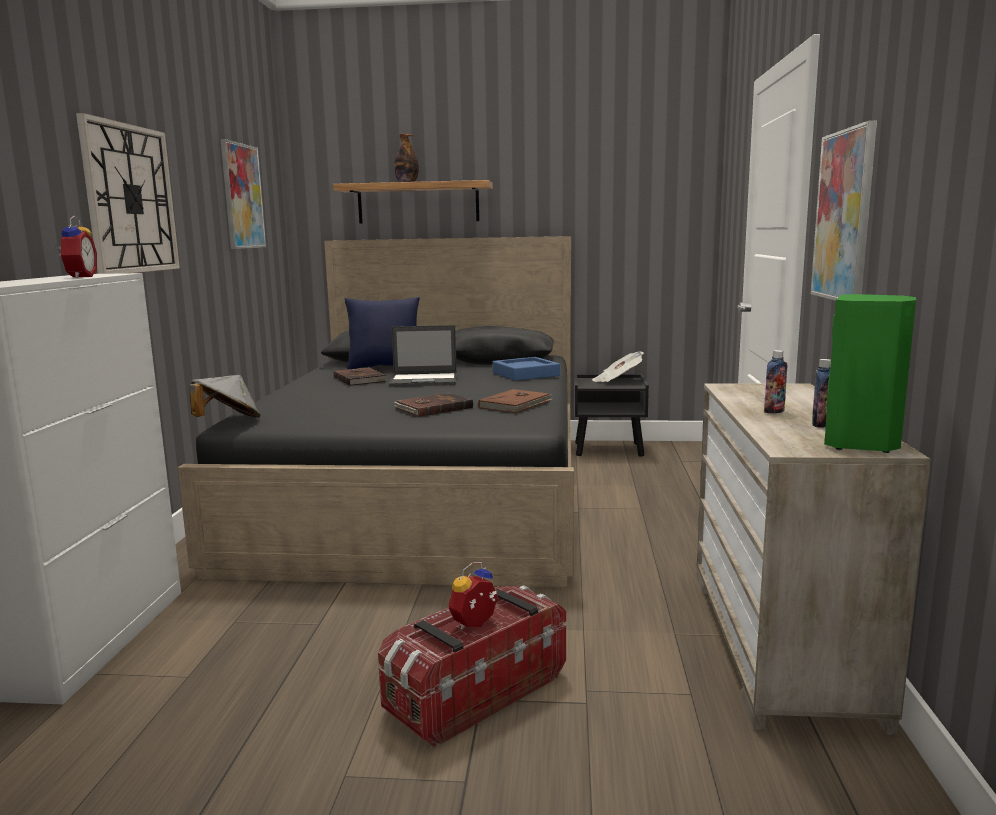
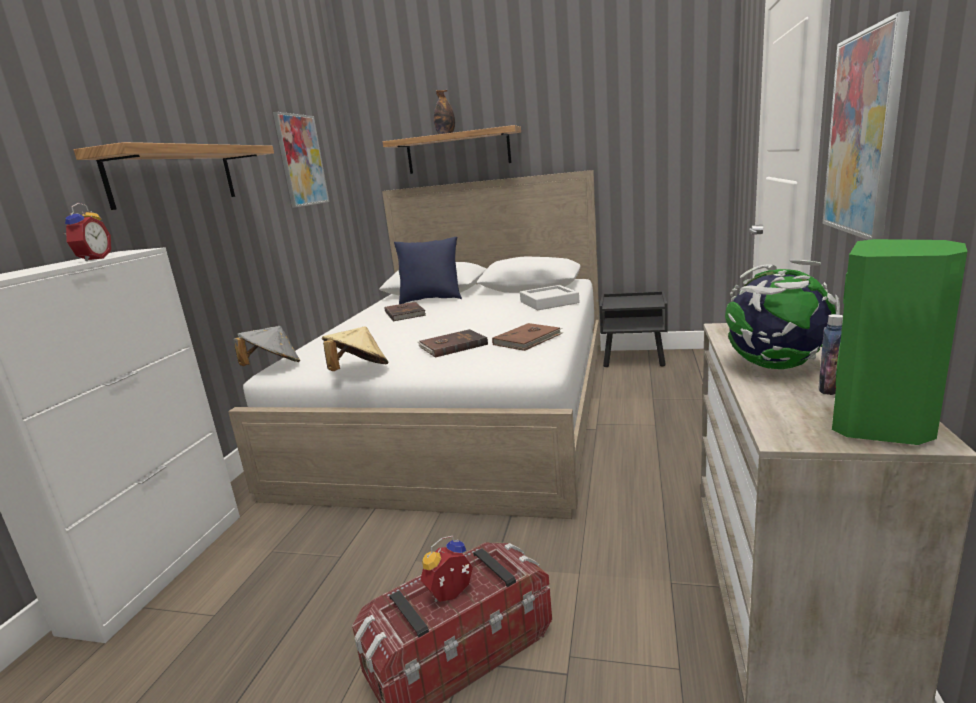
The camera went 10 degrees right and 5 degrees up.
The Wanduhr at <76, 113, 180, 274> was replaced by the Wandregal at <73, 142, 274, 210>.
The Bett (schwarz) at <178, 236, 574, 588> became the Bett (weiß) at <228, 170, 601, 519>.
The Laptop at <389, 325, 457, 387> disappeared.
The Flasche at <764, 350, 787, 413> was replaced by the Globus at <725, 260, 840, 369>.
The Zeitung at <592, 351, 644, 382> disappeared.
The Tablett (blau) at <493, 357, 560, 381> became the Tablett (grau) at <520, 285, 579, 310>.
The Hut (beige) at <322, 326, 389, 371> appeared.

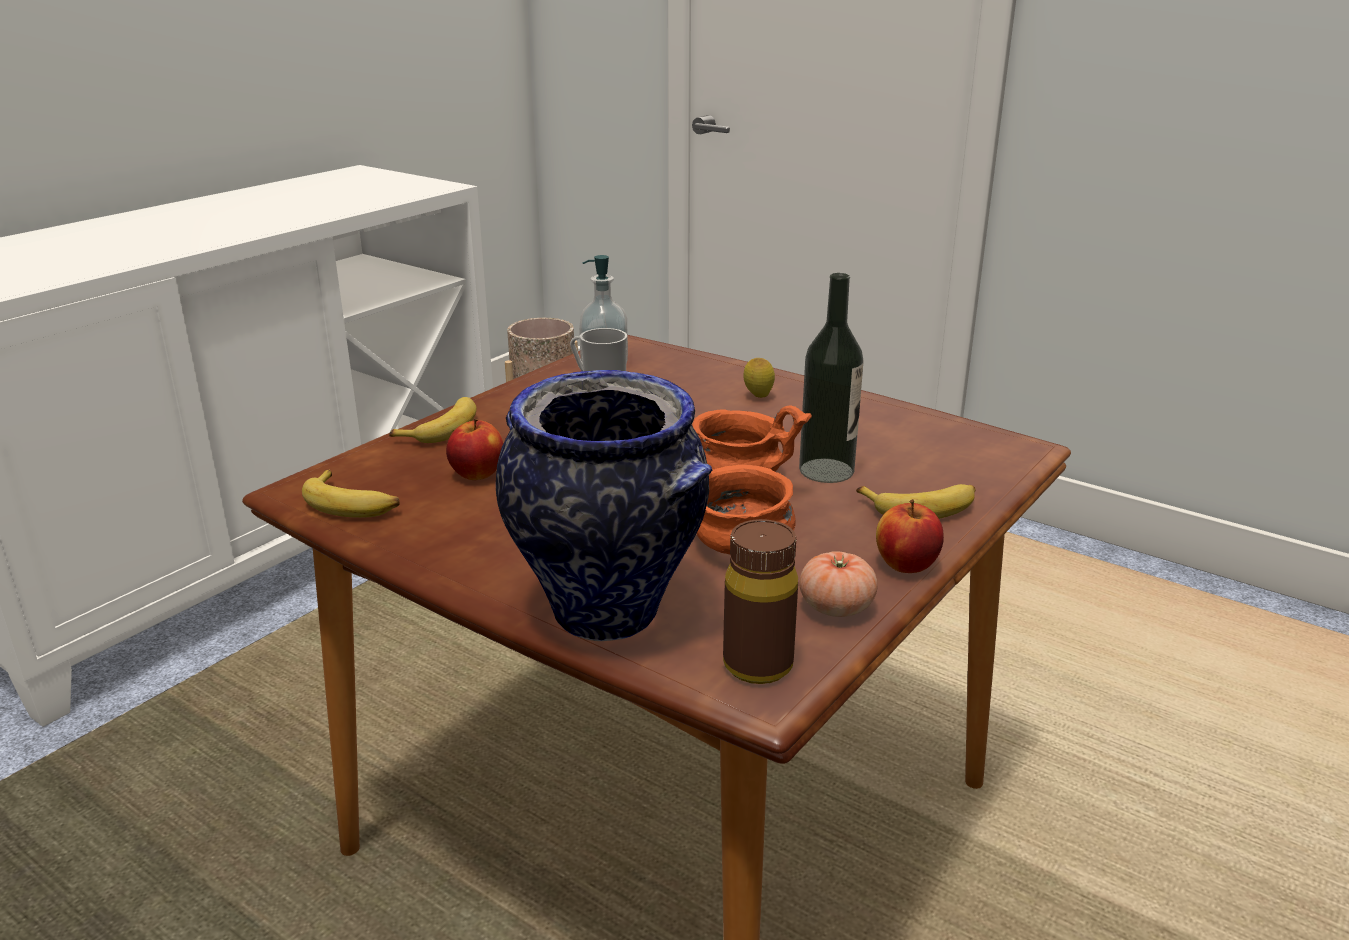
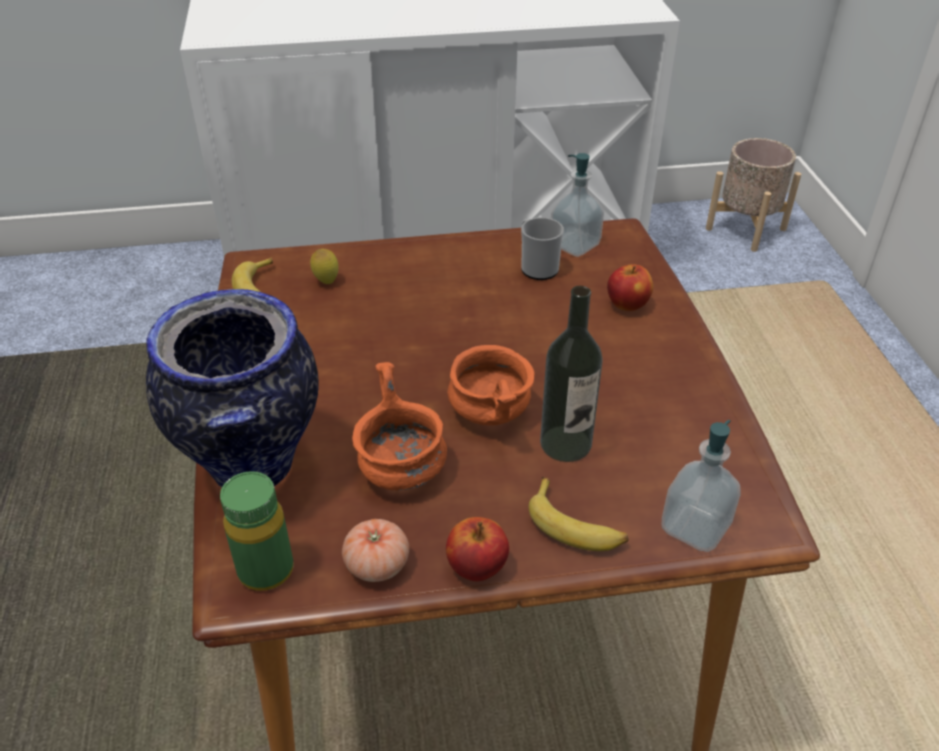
The camera went 45 degrees right and 15 degrees up.
The Zitrone moved from <743, 358, 775, 398> to <310, 249, 339, 284>.
The Banane at <389, 397, 477, 443> disappeared.
The Apfel moved from <446, 418, 503, 480> to <607, 264, 653, 311>.
The Flasche (braun) at <723, 519, 798, 684> became the Flasche (grün) at <220, 471, 294, 591>.
The Seifenspender at <661, 420, 741, 552> appeared.

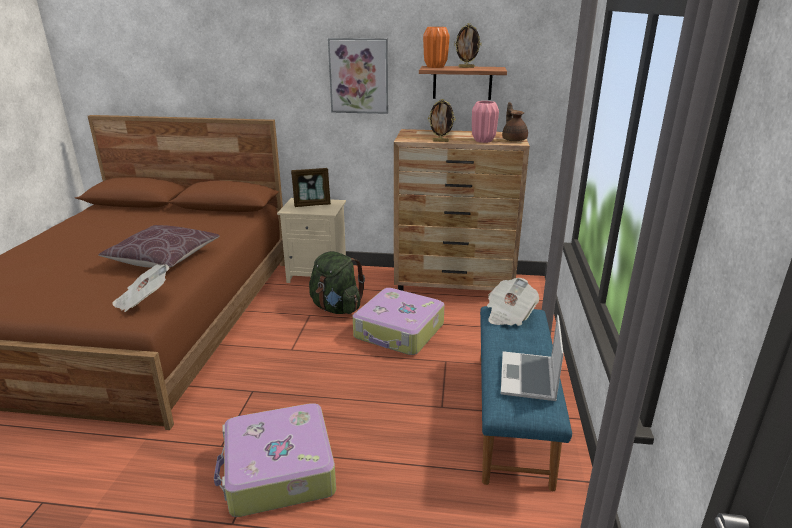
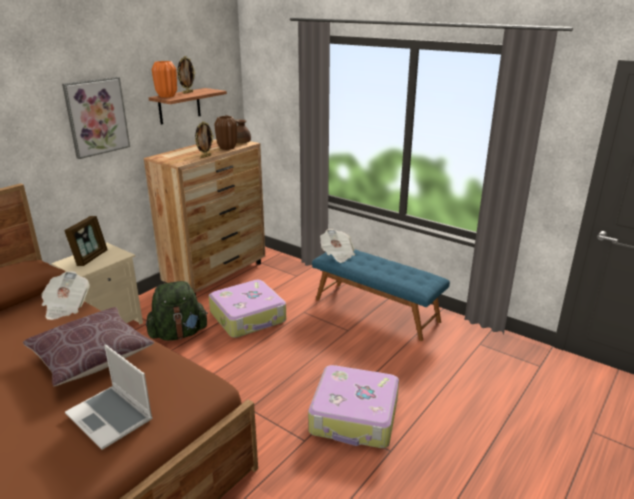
The camera went 60 degrees left and 0 degrees up.
The Vase (rosa) at <472, 101, 499, 143> became the Vase (braun) at <214, 116, 237, 150>.
The Zeitung moved from <112, 264, 170, 312> to <41, 271, 90, 320>.
The Laptop moved from <501, 315, 564, 401> to <65, 344, 153, 450>.

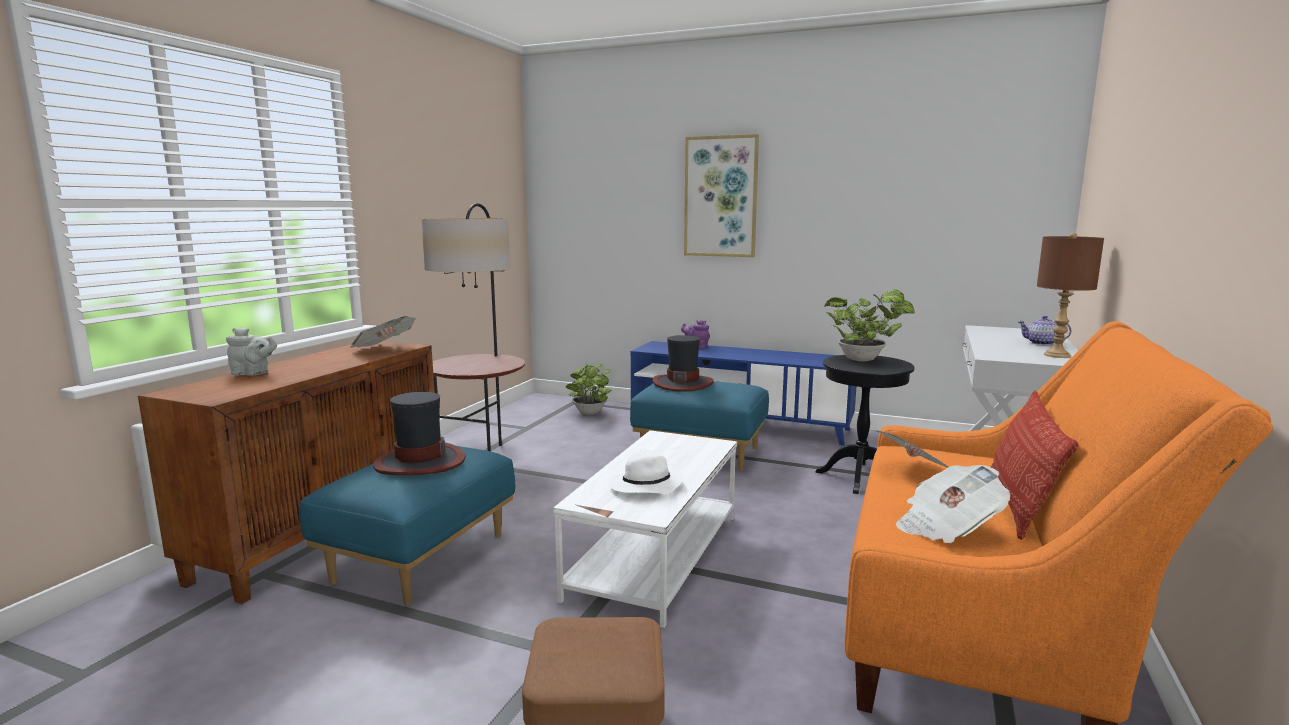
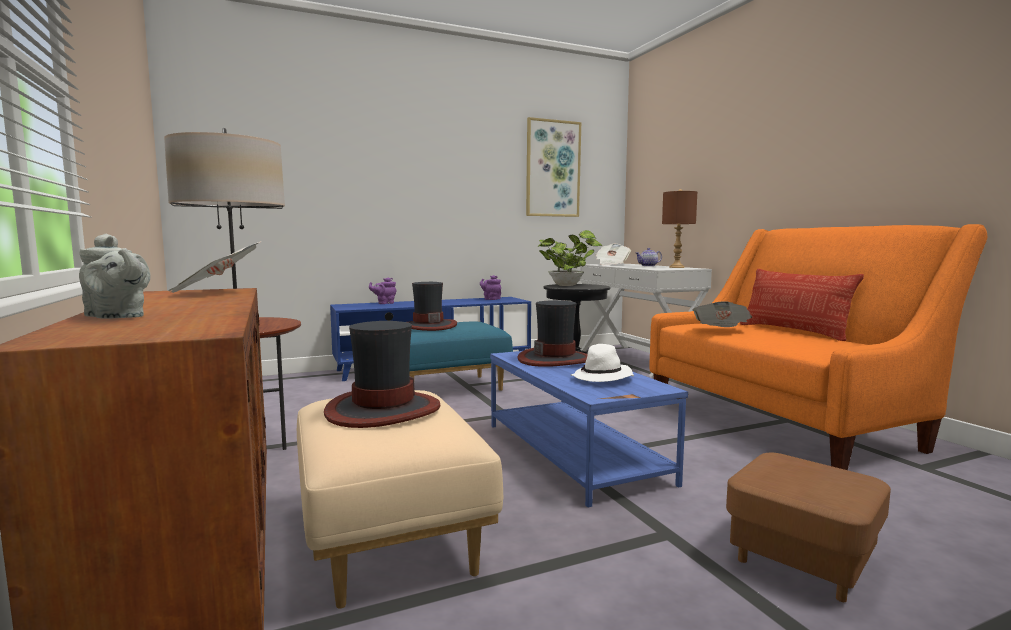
The camera went 45 degrees left and 5 degrees down.
The Bild moved from <684, 134, 759, 257> to <526, 117, 581, 217>.
The Teekanne (grau) at <226, 327, 277, 376> turned 75 degrees clockwise.
The Topfpflanze at <566, 363, 612, 415> disappeared.
The Couchtisch (weiß) at <553, 430, 737, 628> became the Couchtisch (blau) at <490, 351, 688, 507>.
The Polsterhocker (blau) at <300, 446, 516, 605> became the Polsterhocker (beige) at <297, 390, 503, 609>.
The Zeitung moved from <896, 465, 1010, 543> to <595, 244, 631, 265>.
The Teekanne (lila) at <480, 275, 501, 300> appeared.
The Hut at <518, 300, 588, 367> appeared.

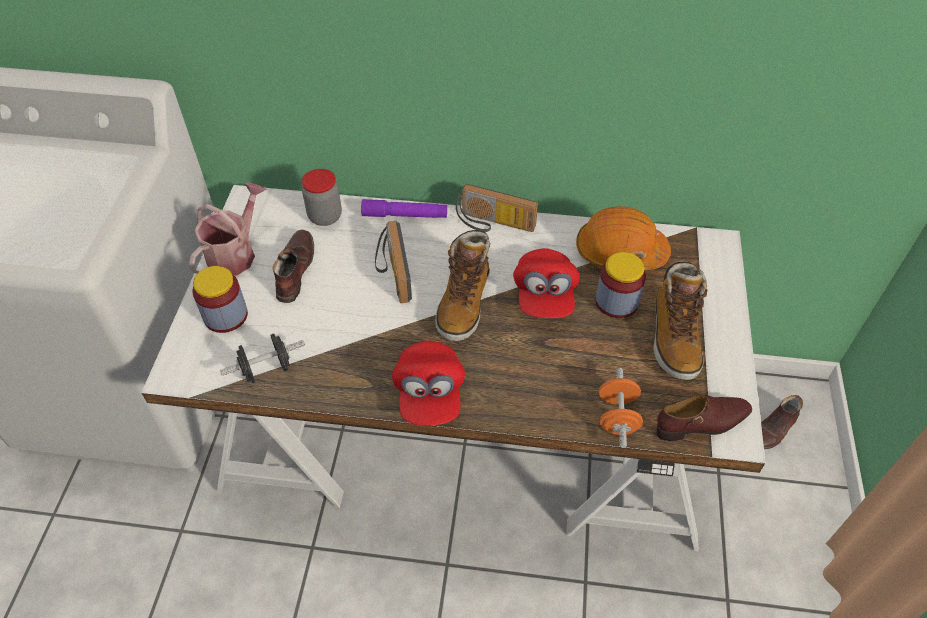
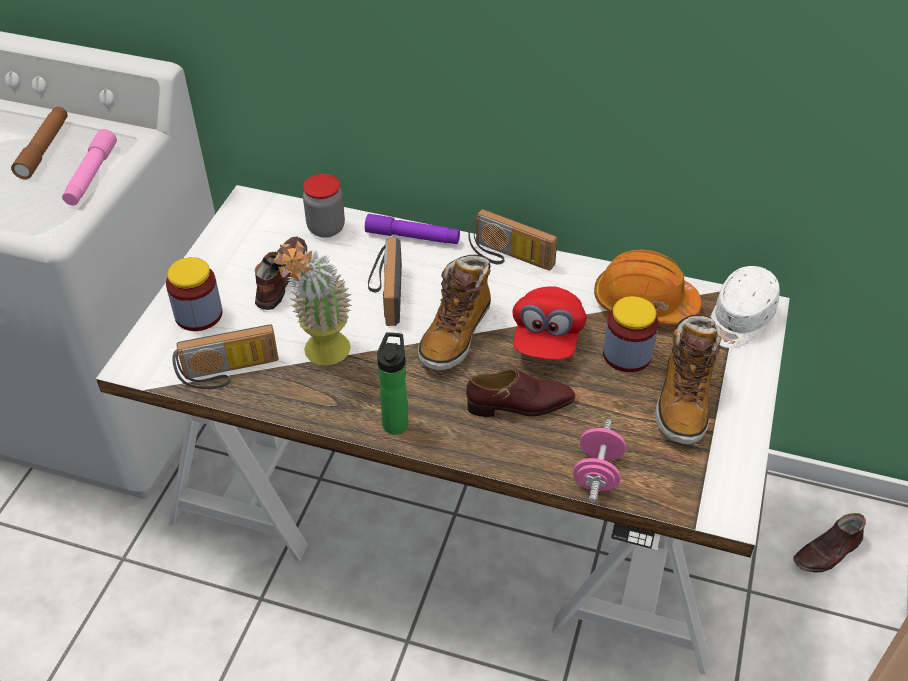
The camera went 10 degrees right and 5 degrees down.
The Gießkanne at <189, 182, 266, 276> disappeared.
The Hantel (schwarz) at <220, 334, 305, 383> was replaced by the Radio at <172, 324, 279, 389>.
The Kappe (rot) at <392, 340, 465, 426> was replaced by the Flasche at <377, 332, 408, 435>.
The Hantel (orange) at <599, 368, 643, 448> became the Hantel (rosa) at <573, 419, 626, 502>.
The Schuh (braun) moved from <657, 395, 752, 441> to <466, 369, 575, 417>.
The Taschenlampe (braun) at <11, 106, 68, 180> appeared.
The Taschenlampe (rosa) at <62, 129, 117, 205> appeared.
The Topfpflanze at <273, 240, 352, 366> appeared.
The Kappe (weiß) at <710, 266, 780, 348> appeared.

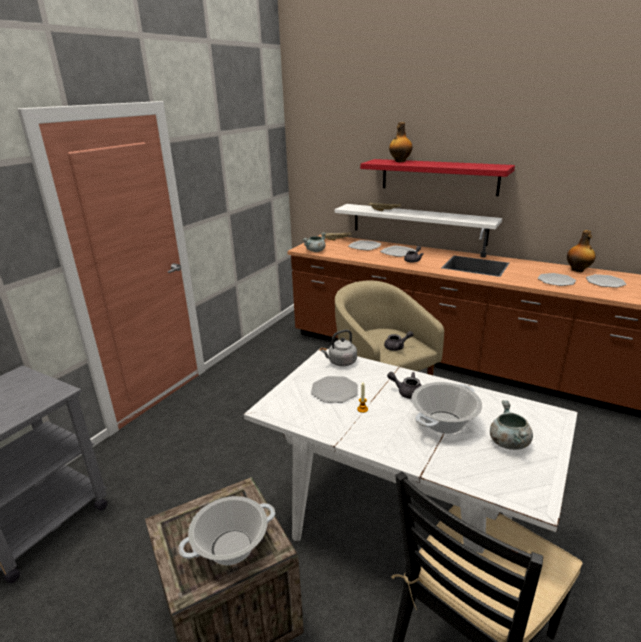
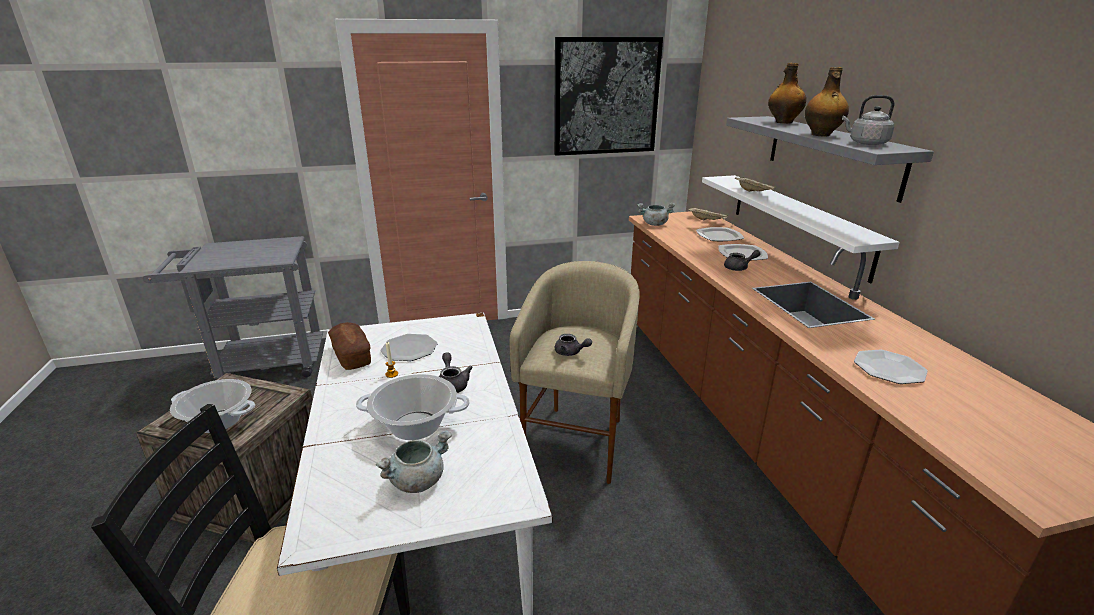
The camera went 45 degrees right and 0 degrees up.
The Wandregal (rot) at <360, 159, 515, 196> became the Wandregal (grau) at <726, 116, 934, 203>.
The Flasche moved from <567, 230, 596, 272> to <805, 67, 849, 137>.
The Teller at <586, 274, 626, 288> disappeared.
The Wasserkessel (grau) moved from <321, 330, 357, 367> to <842, 95, 894, 145>.
The Bild at <554, 37, 663, 156> appeared.
The Brot at <328, 322, 371, 370> appeared.

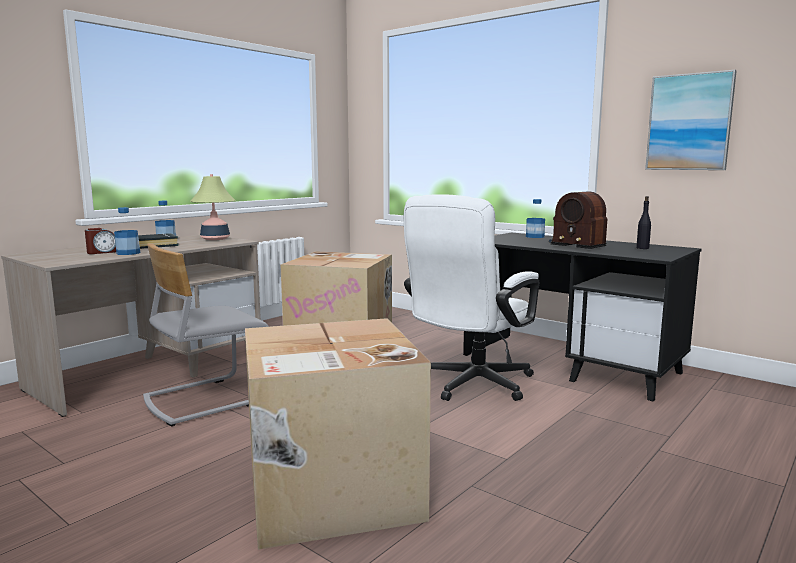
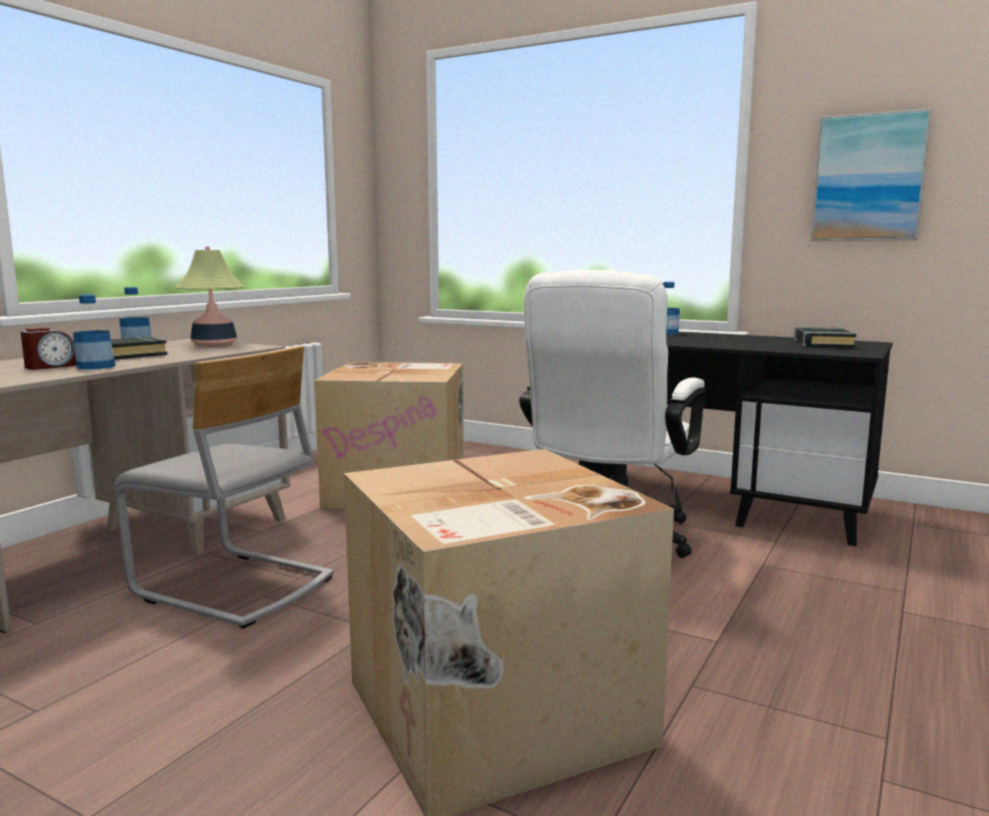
The camera went 10 degrees left and 0 degrees up.
The Radio at <549, 191, 607, 249> disappeared.
The Flasche (schwarz) at <636, 196, 651, 249> was replaced by the Buch (schwarz) at <794, 327, 856, 348>.
The Stuhl (grau) at <143, 243, 269, 427> turned 105 degrees counterclockwise.

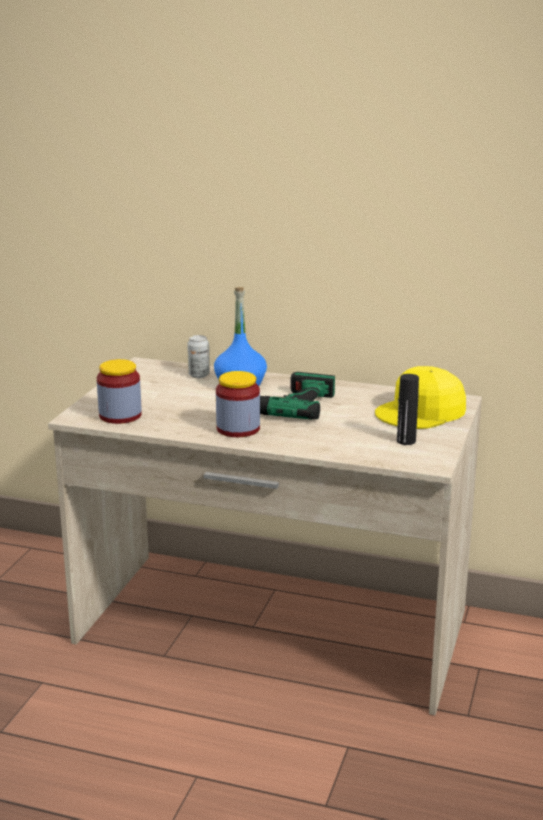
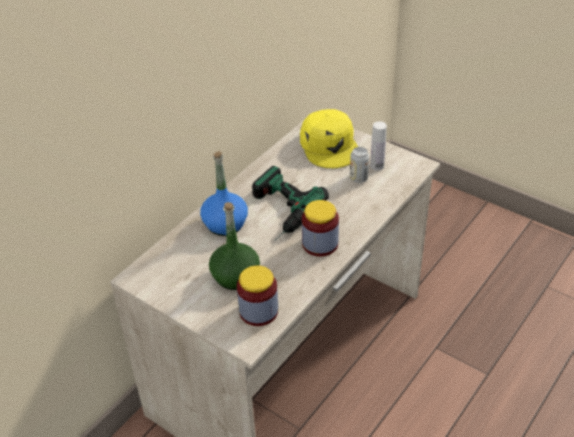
The camera went 70 degrees left and 20 degrees up.
The Dose moved from <187, 335, 210, 378> to <350, 147, 369, 183>.
The Flasche (schwarz) at <397, 374, 419, 445> became the Flasche (weiß) at <370, 121, 387, 171>.
The Flasche (grün) at <209, 202, 260, 290> appeared.

